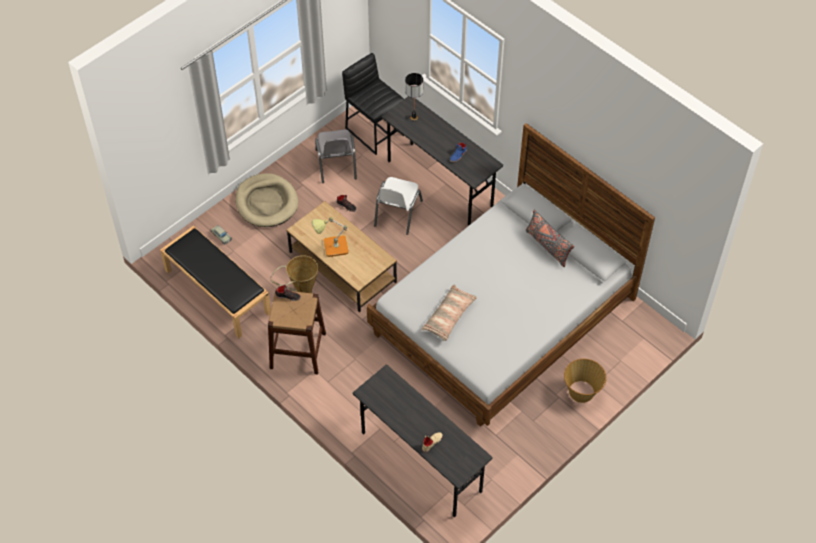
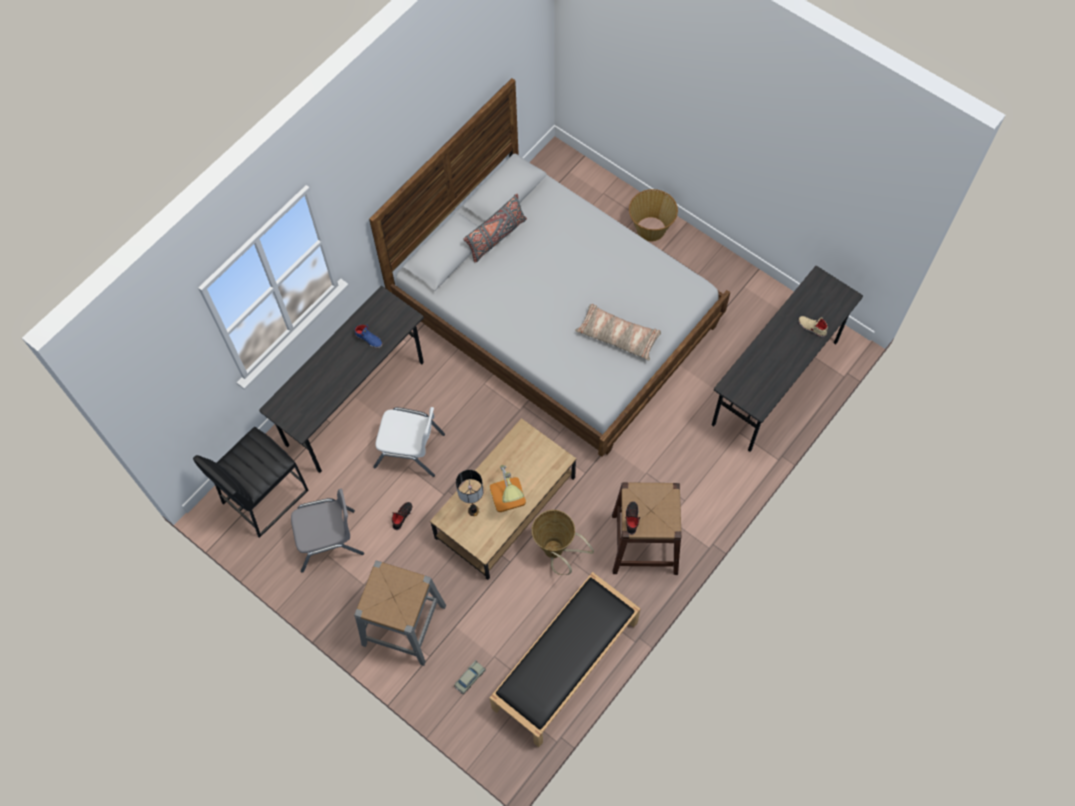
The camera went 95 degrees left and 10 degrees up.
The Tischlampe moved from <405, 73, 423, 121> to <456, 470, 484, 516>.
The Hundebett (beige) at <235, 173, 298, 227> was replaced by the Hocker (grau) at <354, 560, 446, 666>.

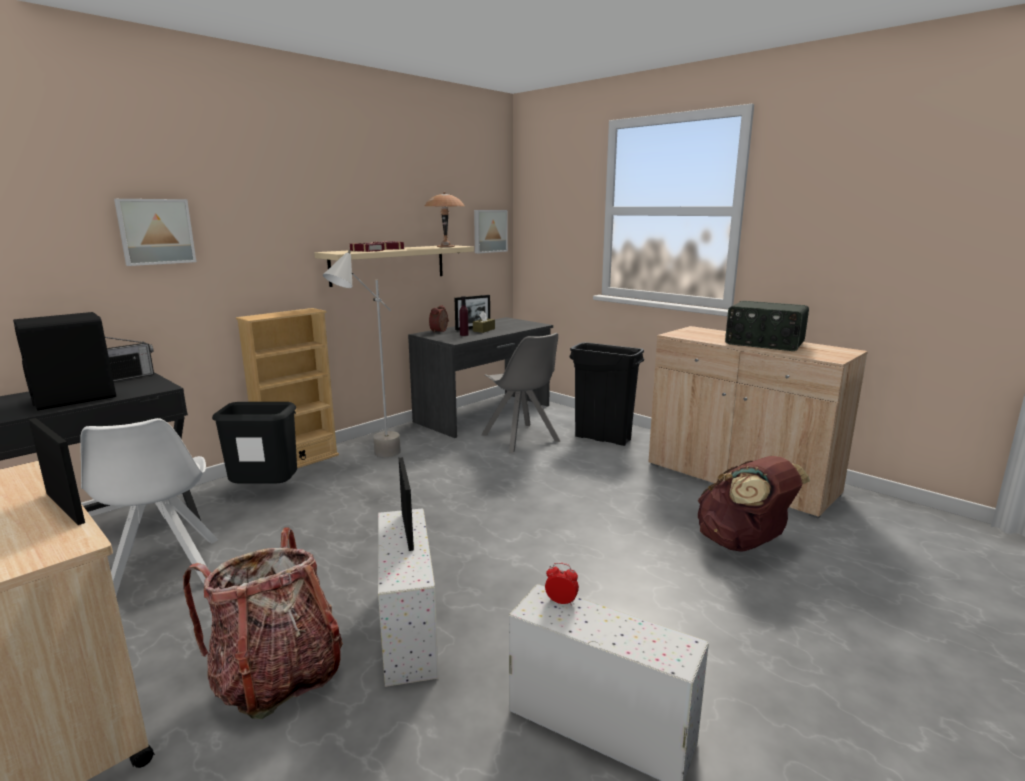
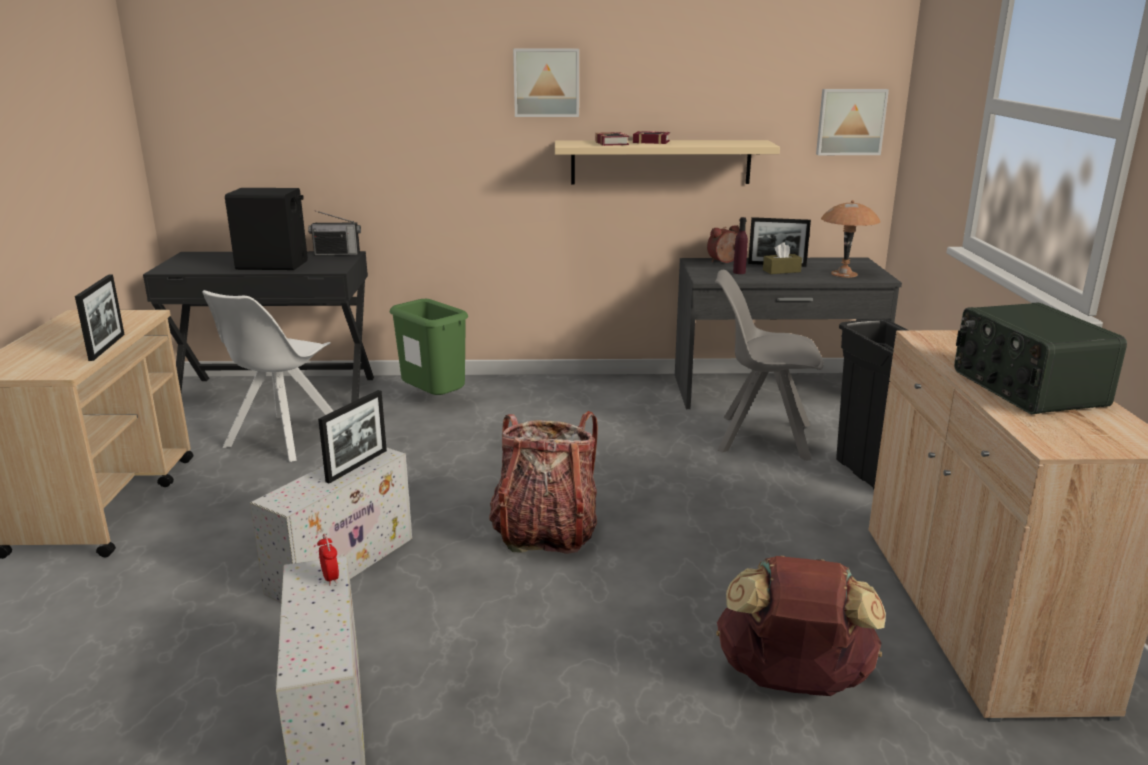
The camera went 45 degrees right and 5 degrees up.
The Tischlampe (braun) moved from <425, 192, 465, 247> to <821, 200, 881, 278>.
The Bild moved from <114, 199, 196, 266> to <513, 49, 579, 117>.
The Stehlampe (grau) at <323, 250, 401, 457> disappeared.
The Bücherregal (beige) at <236, 308, 339, 468> disappeared.
The Stuhl (grau) at <482, 333, 560, 453> turned 90 degrees clockwise.
The Mülleimer (schwarz) at <212, 402, 297, 483> became the Mülleimer (grün) at <390, 299, 468, 395>.
The Rucksack moved from <183, 527, 343, 719> to <489, 411, 598, 554>.

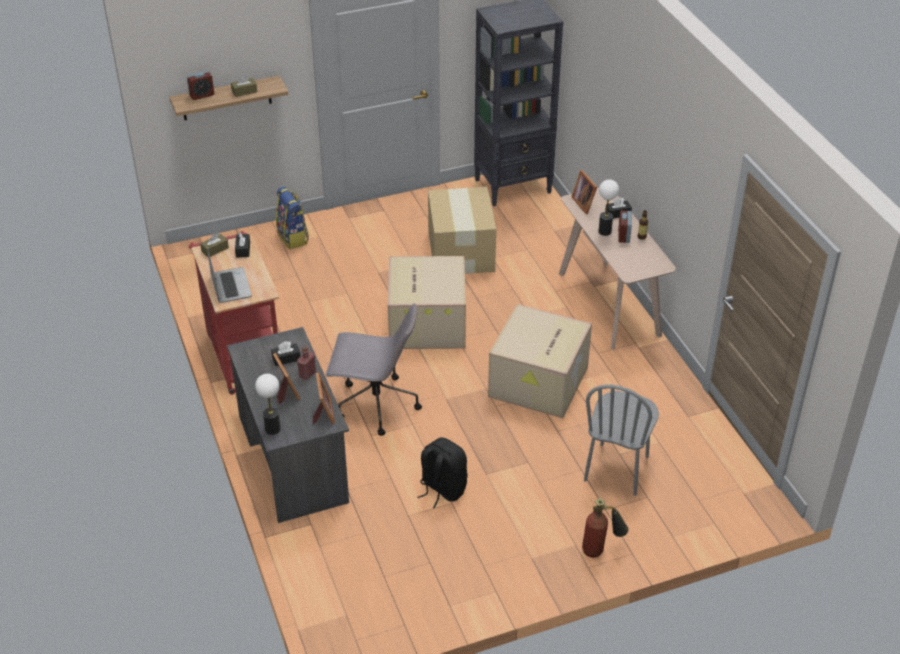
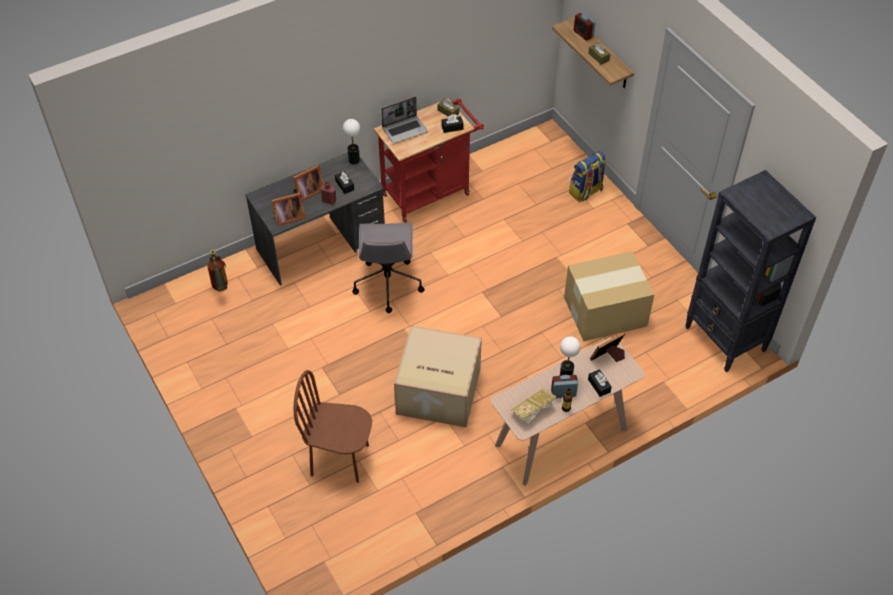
The camera went 80 degrees right and 10 degrees up.
The Karton at <388, 256, 466, 349> disappeared.
The Tischlampe moved from <255, 374, 281, 435> to <343, 119, 360, 164>.
The Stuhl (grau) at <584, 384, 659, 496> became the Stuhl (braun) at <294, 370, 372, 483>.
The Rucksack (schwarz) at <417, 437, 468, 509> disappeared.
The Feuerlöscher moved from <582, 498, 629, 558> to <207, 249, 228, 291>.
The Buch at <510, 389, 557, 424> appeared.

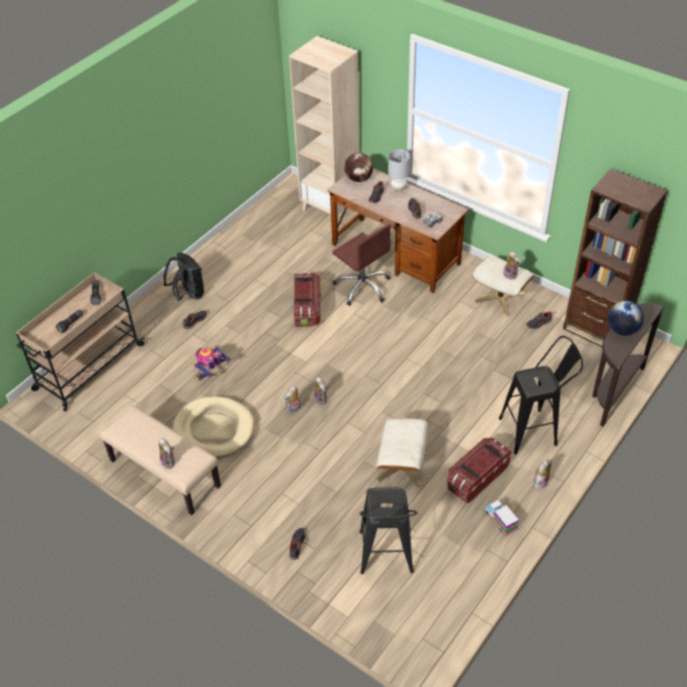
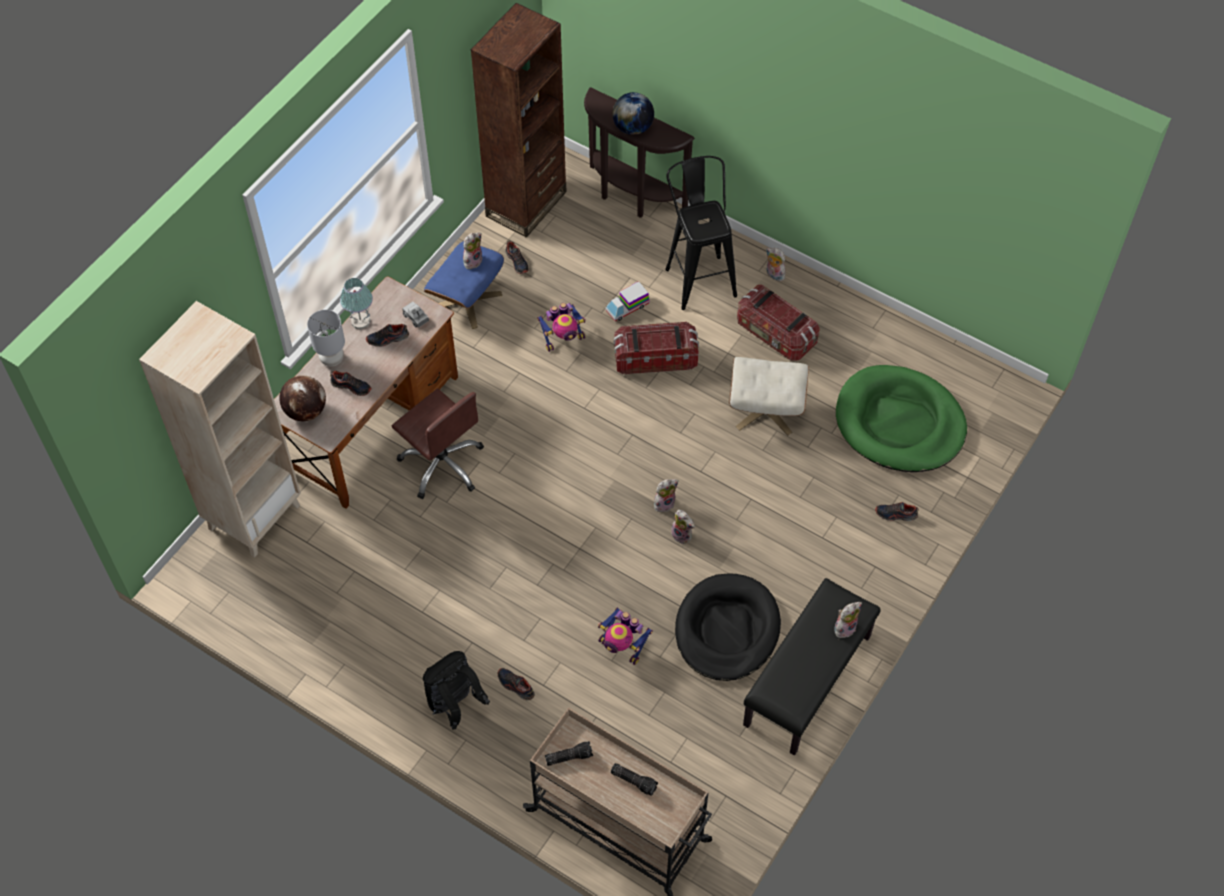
The camera went 95 degrees left and 10 degrees up.
The Bürostuhl (braun) at <333, 224, 391, 306> turned 90 degrees clockwise.
The Polsterhocker (beige) at <472, 256, 534, 316> became the Polsterhocker (blau) at <424, 241, 504, 329>.
The Aufbewahrungsbox moved from <293, 272, 321, 327> to <614, 322, 699, 374>.
The Hundebett (beige) at <172, 396, 254, 458> became the Hundebett (schwarz) at <675, 574, 781, 681>.
The Bank (beige) at <100, 405, 221, 515> became the Bank (schwarz) at <743, 578, 881, 756>.
The Hocker (schwarz) at <359, 487, 417, 574> was replaced by the Hundebett (grün) at <836, 365, 967, 472>.
The Spielzeuglaster moved from <485, 500, 519, 536> to <606, 281, 649, 322>.
The Tischlampe at <340, 278, 373, 329> appeared.
The Spielzeugroboter at <537, 303, 586, 352> appeared.

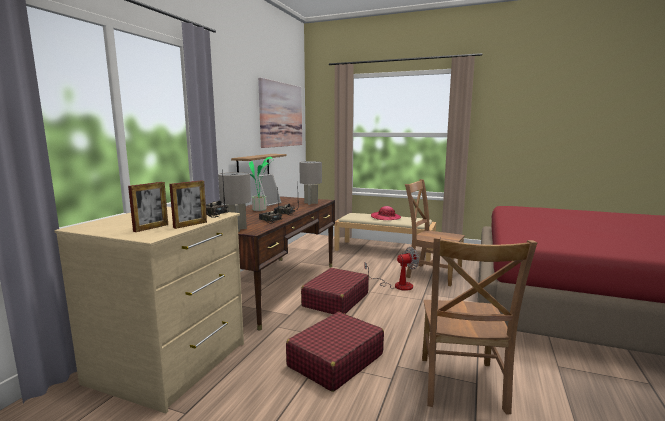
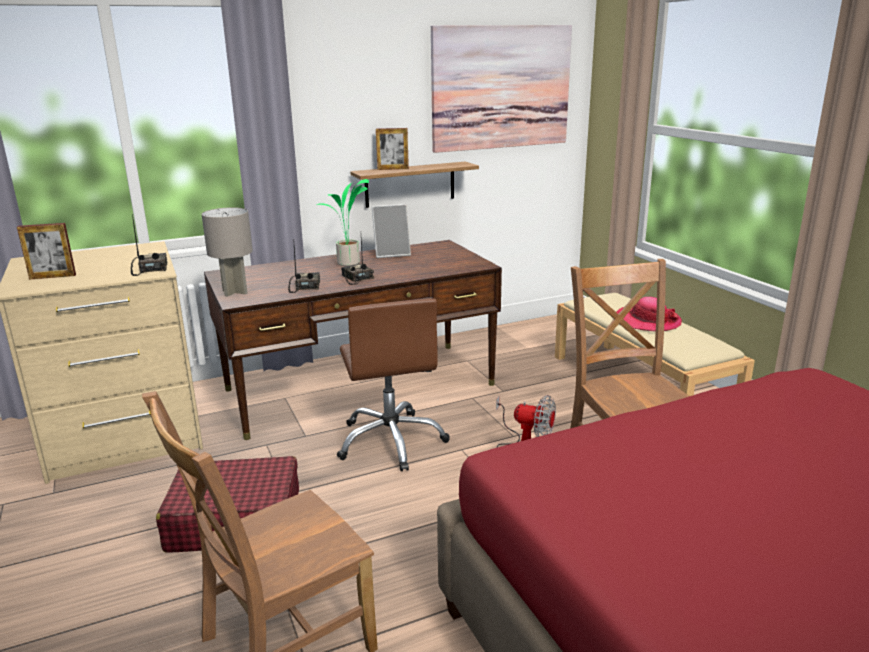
The camera went 45 degrees right and 10 degrees up.
The Tischlampe (grau) at <299, 161, 322, 205> disappeared.
The Bilderrahmen moved from <169, 180, 207, 229> to <376, 128, 409, 170>.
The Koffer (rot) at <301, 268, 369, 314> was replaced by the Bürostuhl (braun) at <337, 298, 450, 472>.

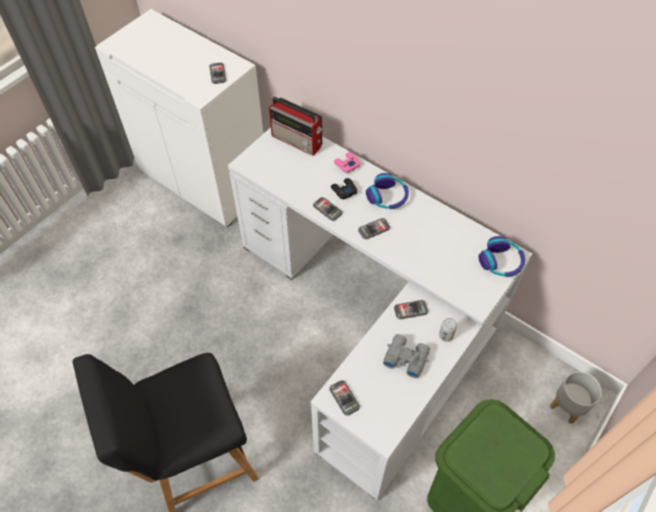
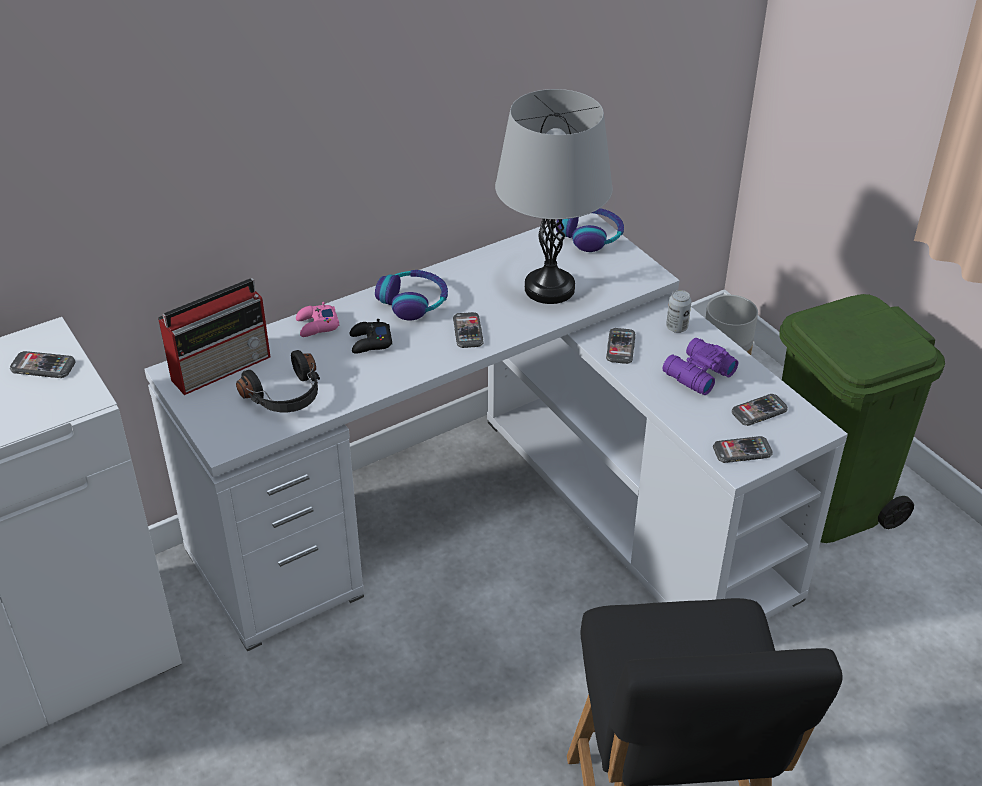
The camera went 70 degrees left and 15 degrees down.
The Handy moved from <313, 197, 342, 221> to <732, 394, 788, 426>.
The Fernglas (grau) at <383, 334, 430, 378> became the Fernglas (lila) at <663, 338, 738, 395>.
The Tischlampe (grau) at <495, 89, 613, 304> appeared.
The Kopfhörer (schwarz) at <236, 350, 320, 412> appeared.

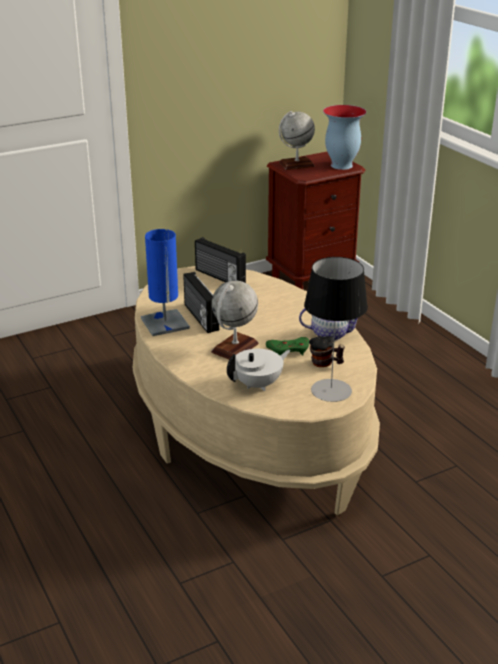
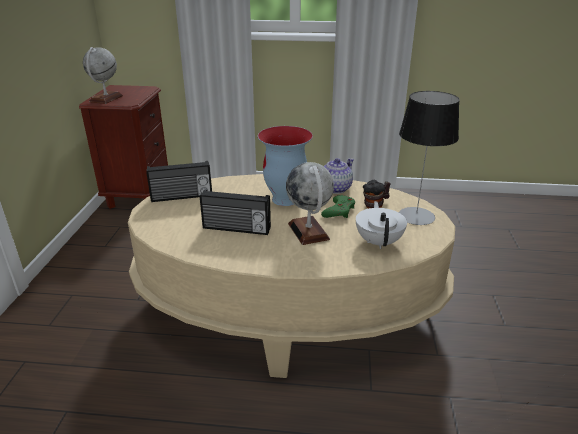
The camera went 55 degrees left and 0 degrees up.
The Vase moved from <323, 105, 366, 170> to <258, 126, 313, 206>.
The Tischlampe (blau) at <141, 229, 190, 336> disappeared.

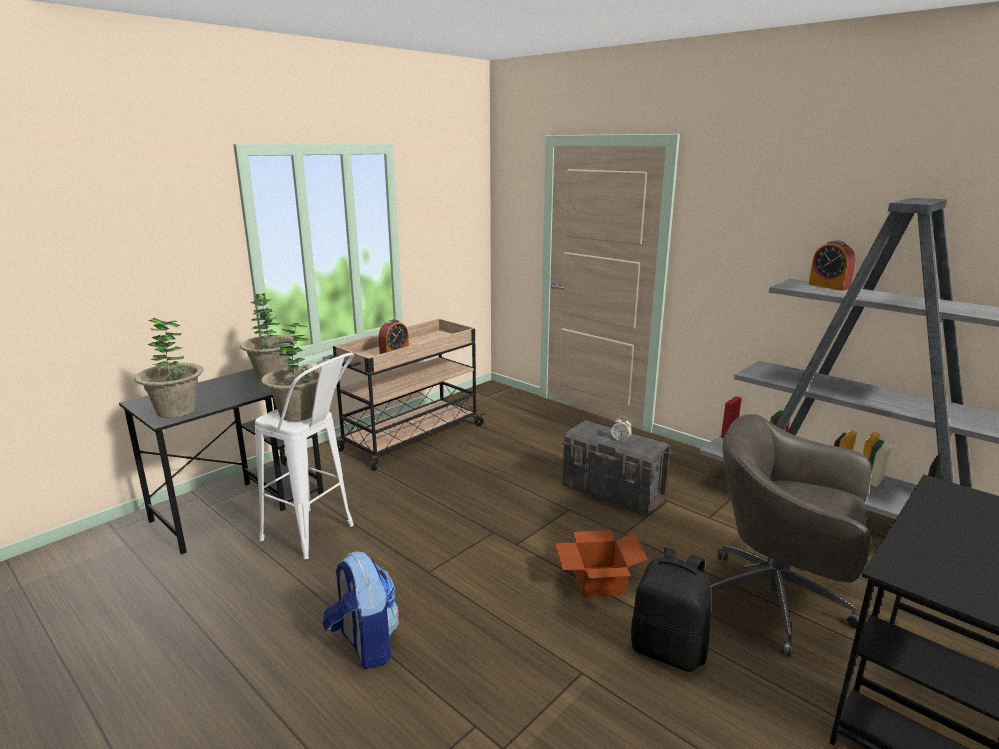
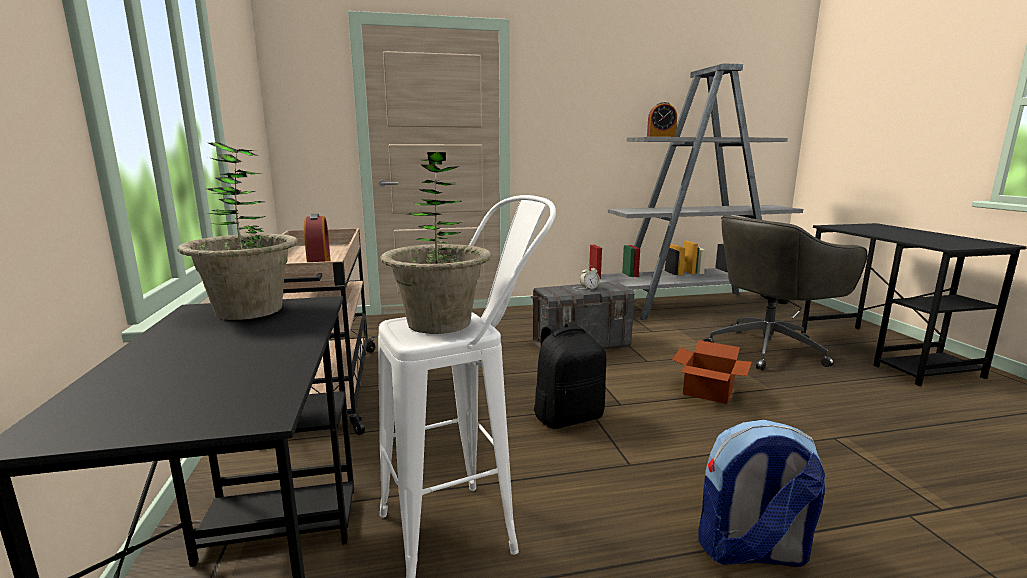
The camera went 55 degrees left and 5 degrees down.
The Topfpflanze at <134, 318, 204, 418> disappeared.
The Rucksack (schwarz) moved from <631, 547, 711, 672> to <534, 322, 606, 429>.

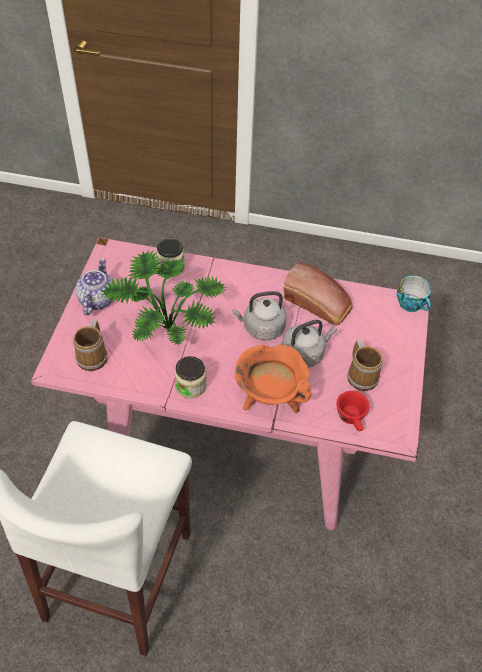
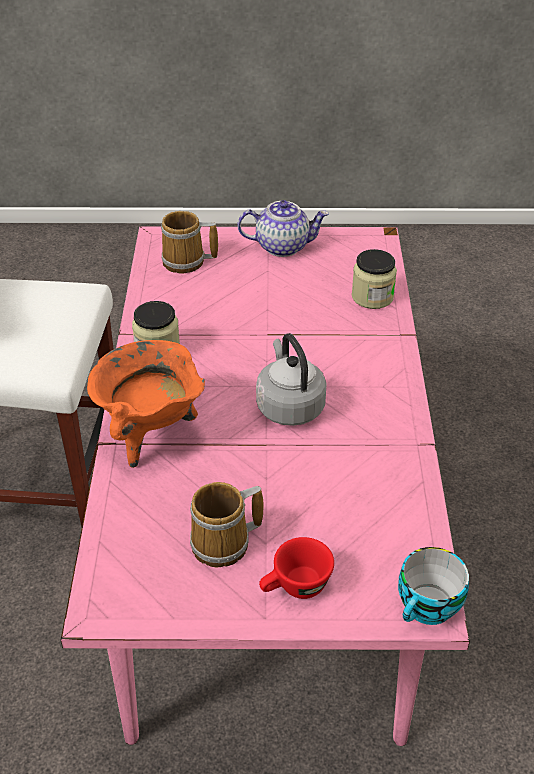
The camera went 80 degrees right and 10 degrees down.
The Topfpflanze at <101, 251, 226, 346> disappeared.
The Brot at <283, 262, 353, 325> disappeared.
The Wasserkessel (grau) at <282, 320, 337, 368> disappeared.
The Tasse (rot) moved from <336, 391, 370, 431> to <259, 537, 334, 599>.

